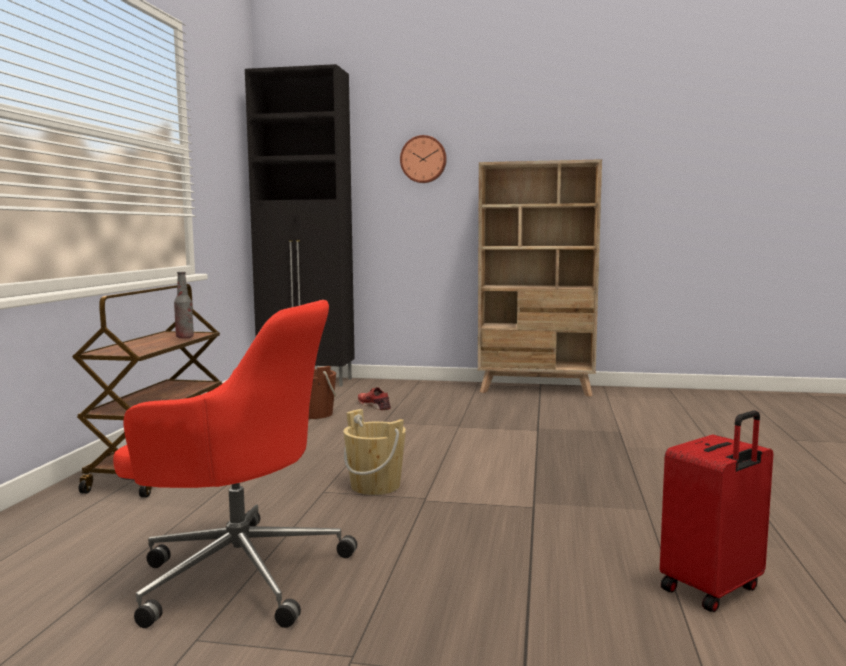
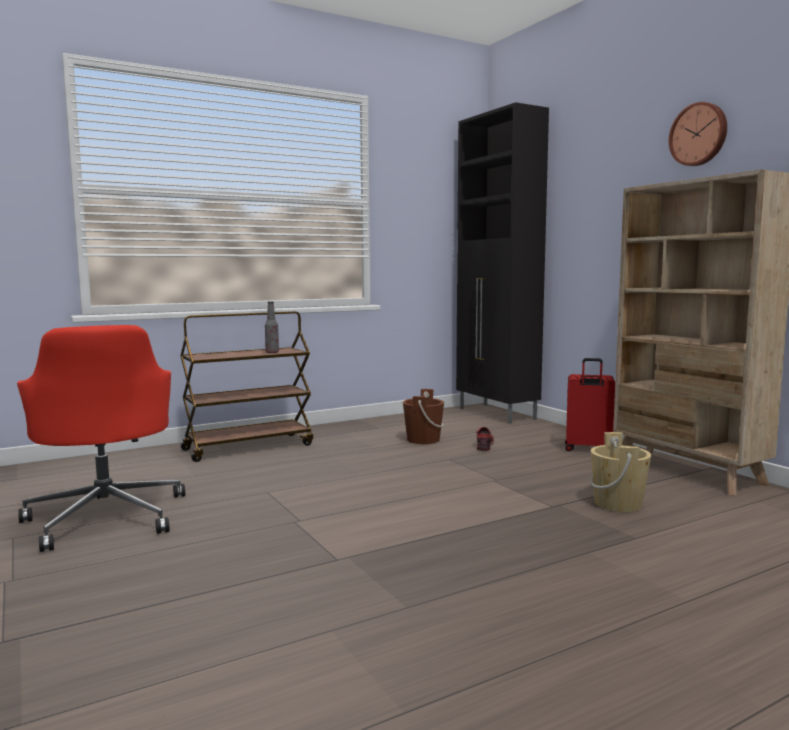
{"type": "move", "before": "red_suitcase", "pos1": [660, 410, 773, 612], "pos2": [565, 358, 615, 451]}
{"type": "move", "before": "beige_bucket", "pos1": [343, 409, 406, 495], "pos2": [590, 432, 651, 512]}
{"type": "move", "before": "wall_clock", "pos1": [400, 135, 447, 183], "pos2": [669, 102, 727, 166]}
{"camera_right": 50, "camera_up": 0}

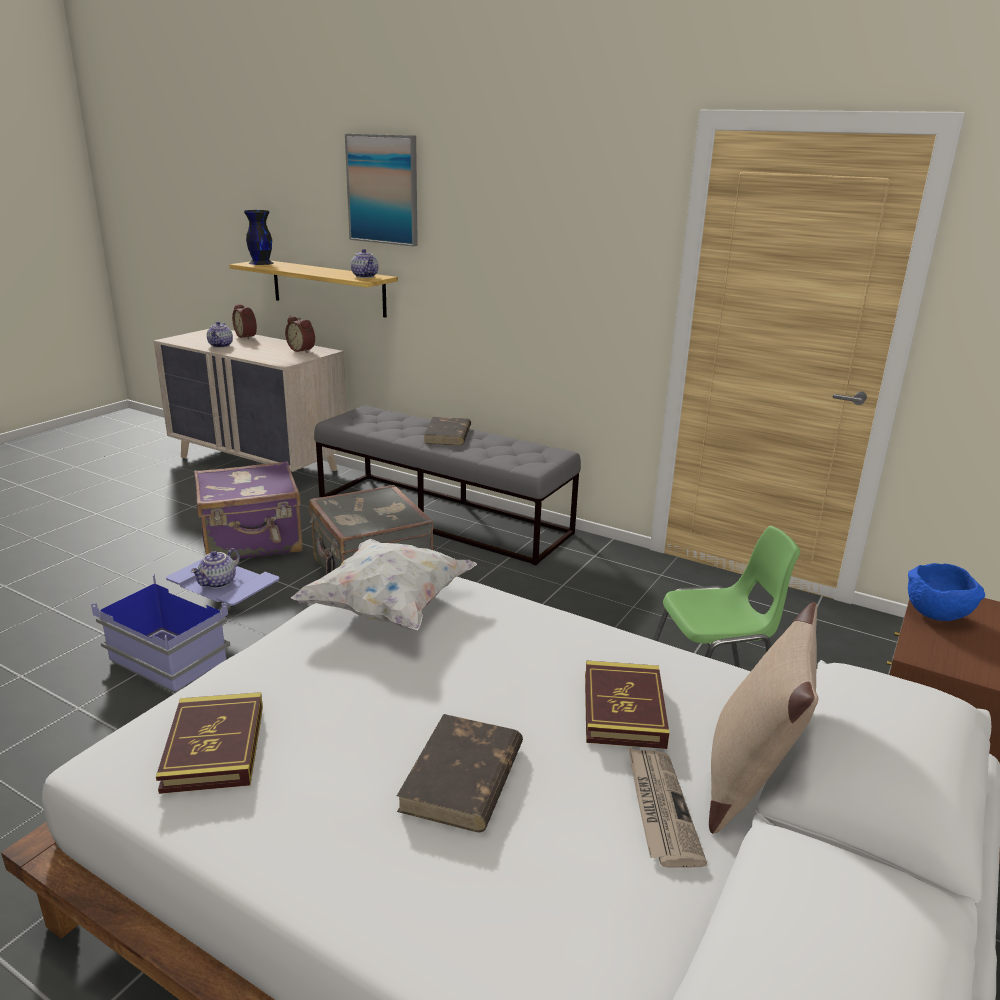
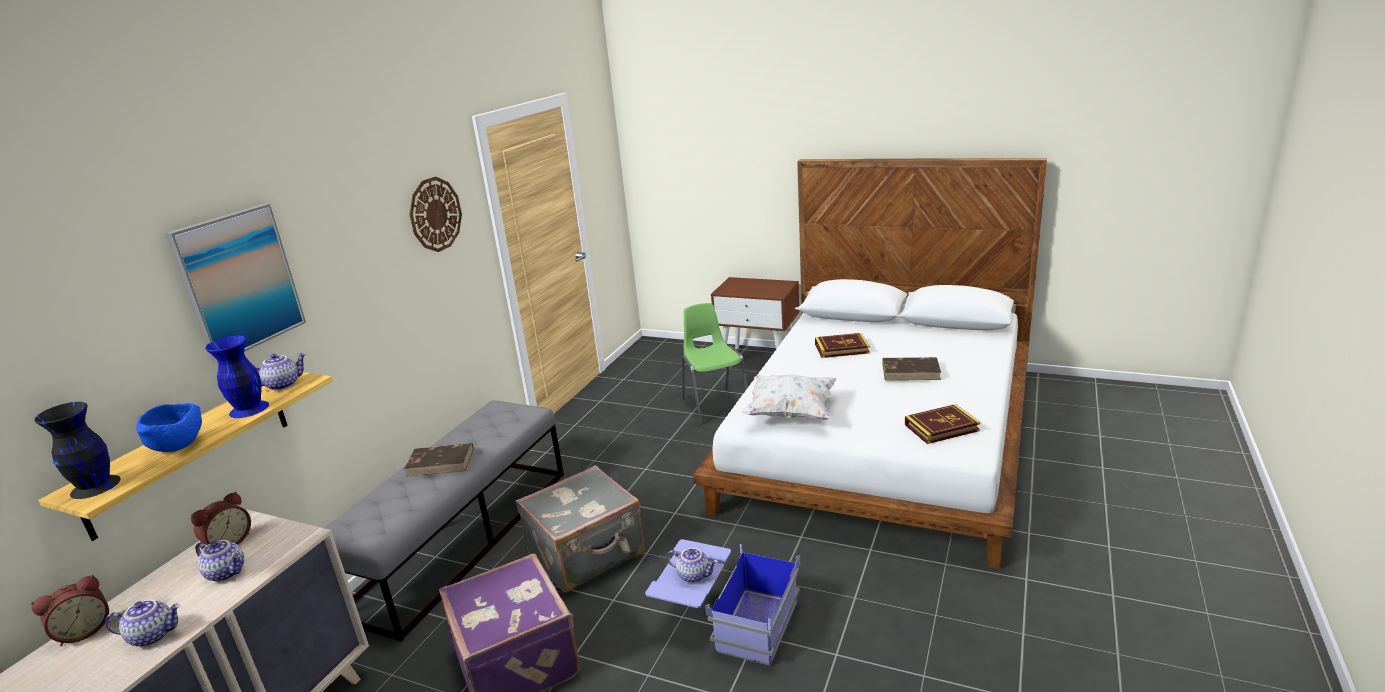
{"type": "move", "before": "blue_bowl", "pos1": [908, 563, 985, 621], "pos2": [136, 403, 202, 452]}
{"type": "insert", "after": "teapot", "pos2": [195, 540, 244, 582]}
{"type": "insert", "after": "blue_vase", "pos2": [205, 336, 269, 418]}
{"type": "insert", "after": "wall_clock", "pos2": [409, 177, 462, 252]}
{"type": "delete", "before": "newspaper", "pos1": [628, 747, 707, 868]}
{"type": "delete", "before": "beige_pillow", "pos1": [709, 602, 819, 834]}
{"camera_right": -95, "camera_up": 0}

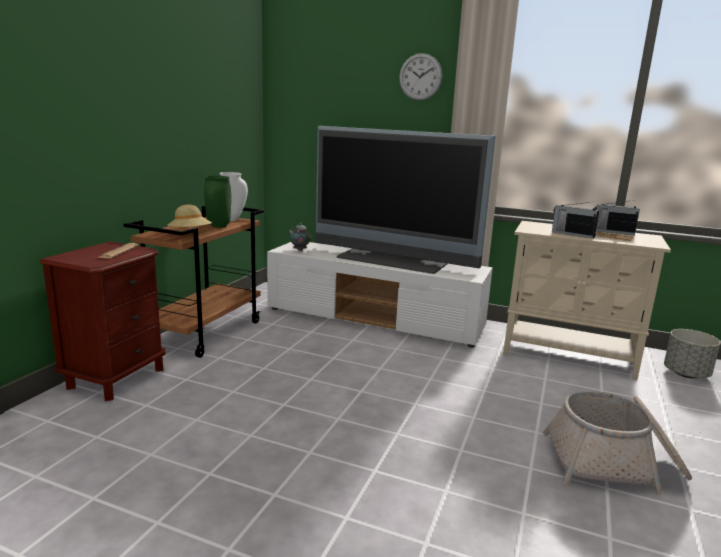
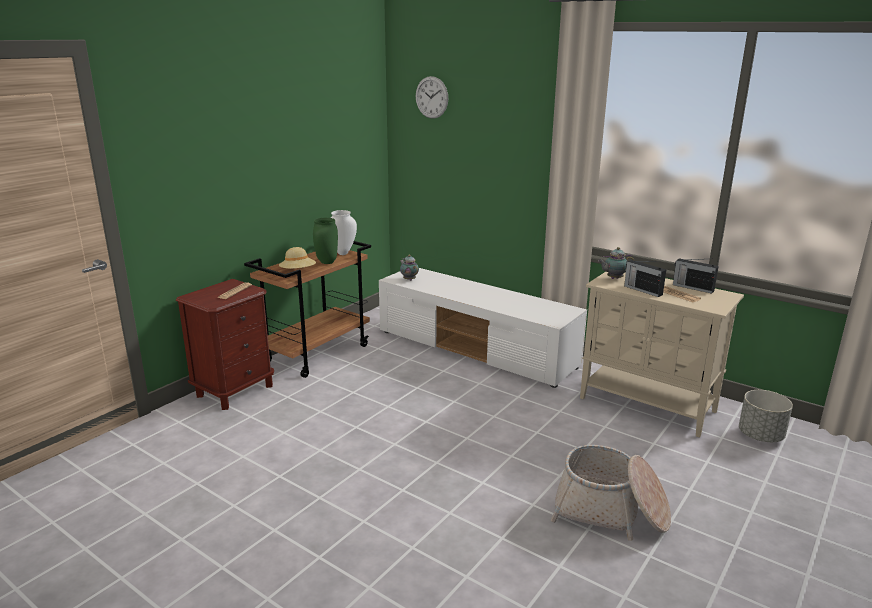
{"type": "move", "before": "wall_clock", "pos1": [399, 53, 442, 100], "pos2": [416, 76, 448, 119]}
{"type": "insert", "after": "teapot", "pos2": [598, 247, 634, 279]}
{"type": "delete", "before": "television", "pos1": [316, 126, 496, 274]}
{"camera_right": 15, "camera_up": 5}

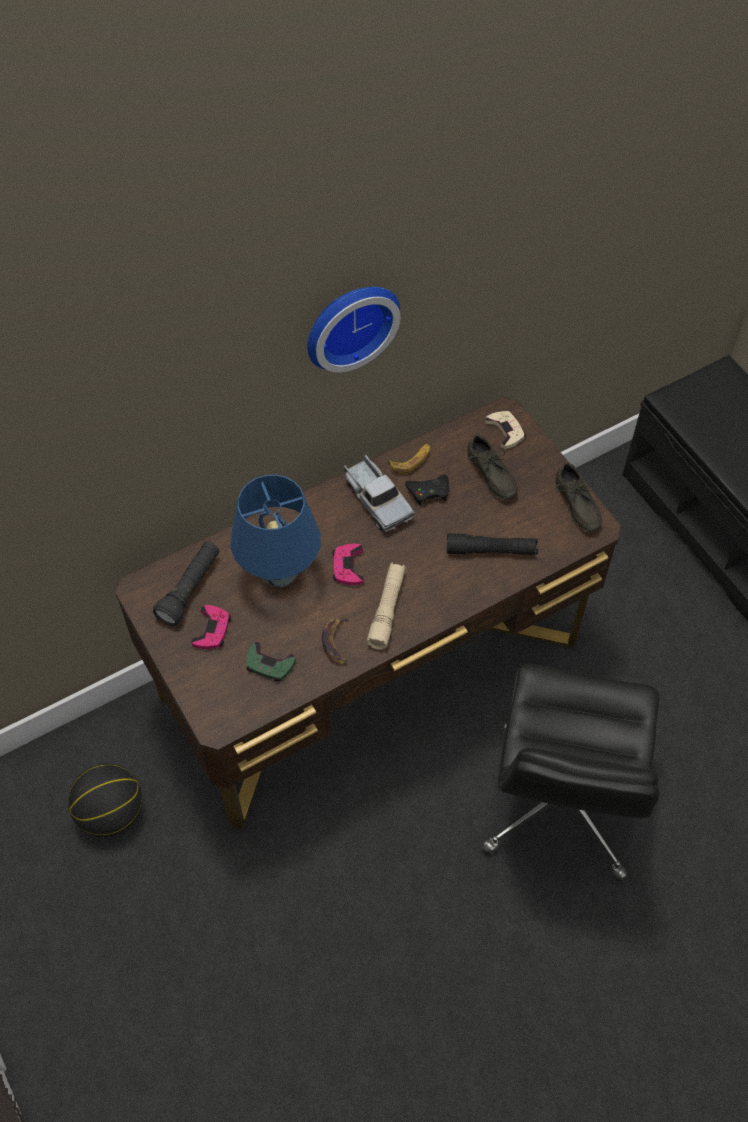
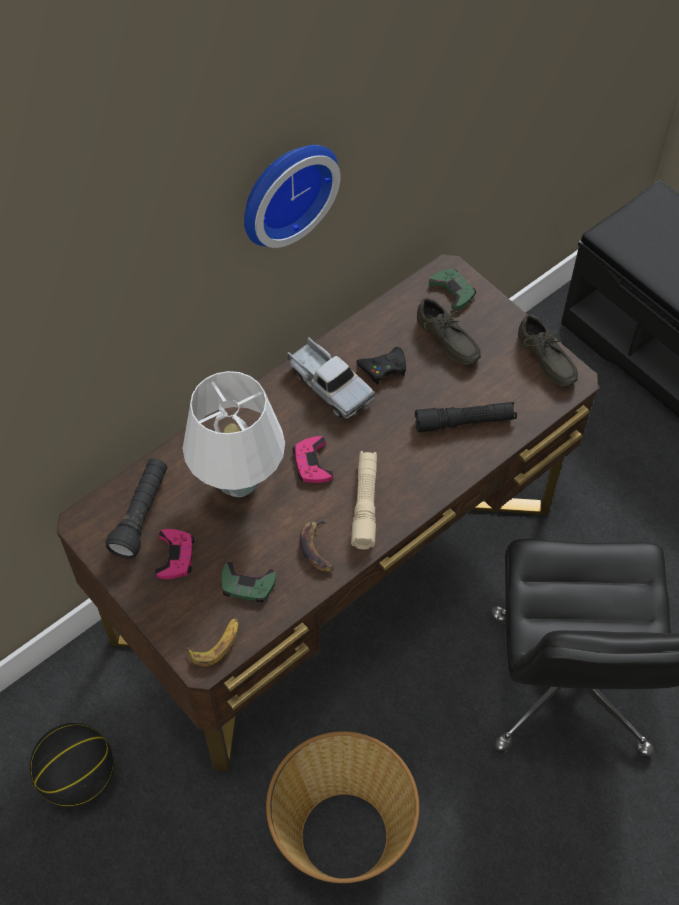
{"type": "recolor", "before": "blue_table_lamp", "after": "white_table_lamp", "pos1": [231, 475, 321, 587], "pos2": [183, 371, 285, 497]}
{"type": "move", "before": "banana", "pos1": [388, 444, 430, 474], "pos2": [187, 618, 238, 666]}
{"type": "insert", "after": "basket", "pos2": [266, 731, 419, 883]}
{"type": "recolor", "before": "beige_game_controller", "after": "green_game_controller", "pos1": [485, 411, 526, 449], "pos2": [429, 269, 476, 310]}
{"camera_right": -10, "camera_up": 0}

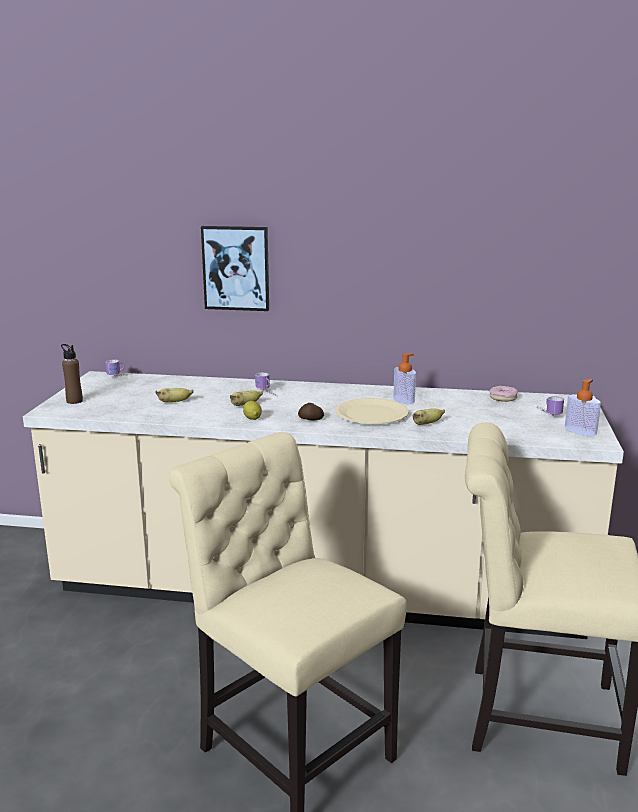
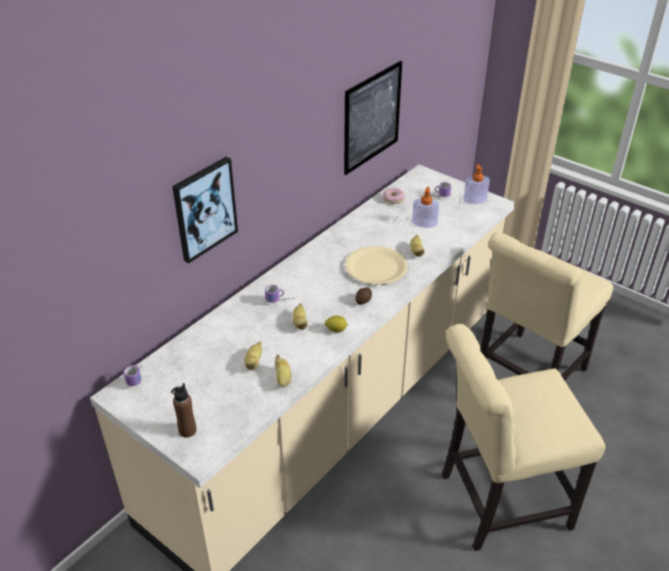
{"type": "insert", "after": "banana", "pos2": [275, 355, 291, 387]}
{"type": "insert", "after": "picture", "pos2": [344, 61, 402, 175]}
{"type": "move", "before": "soap_dispenser", "pos1": [393, 353, 416, 404], "pos2": [412, 187, 439, 228]}
{"camera_right": -60, "camera_up": 20}

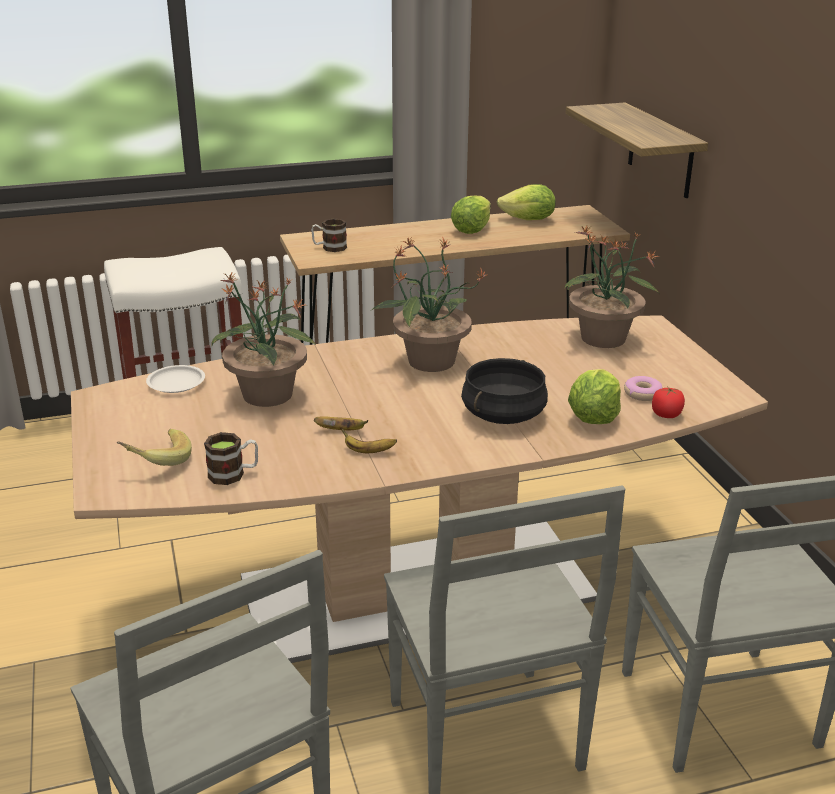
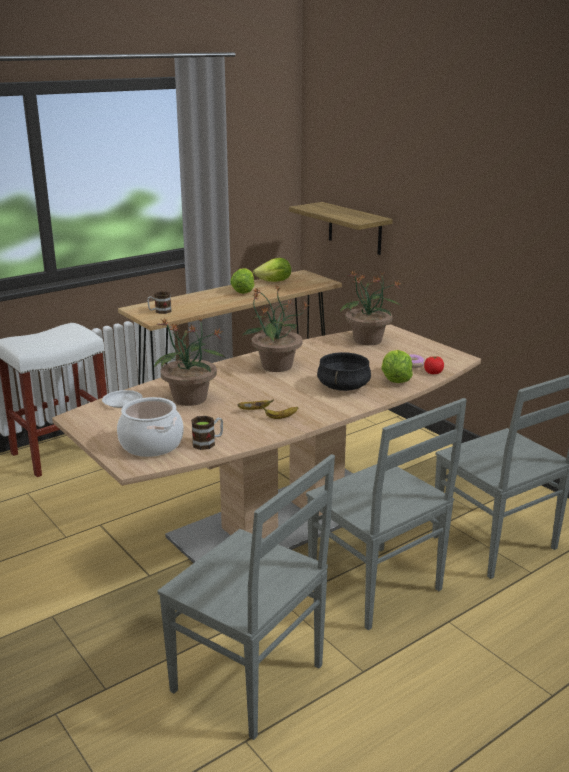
{"type": "replace", "before": "banana", "after": "cooking_pot", "pos1": [116, 429, 192, 466], "pos2": [117, 397, 184, 457]}
{"camera_right": -20, "camera_up": -5}

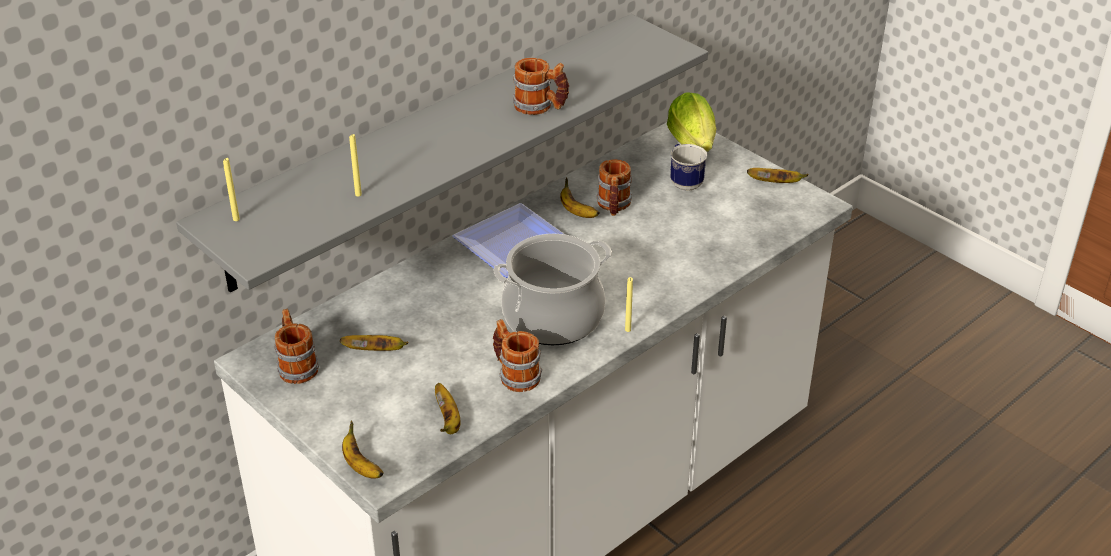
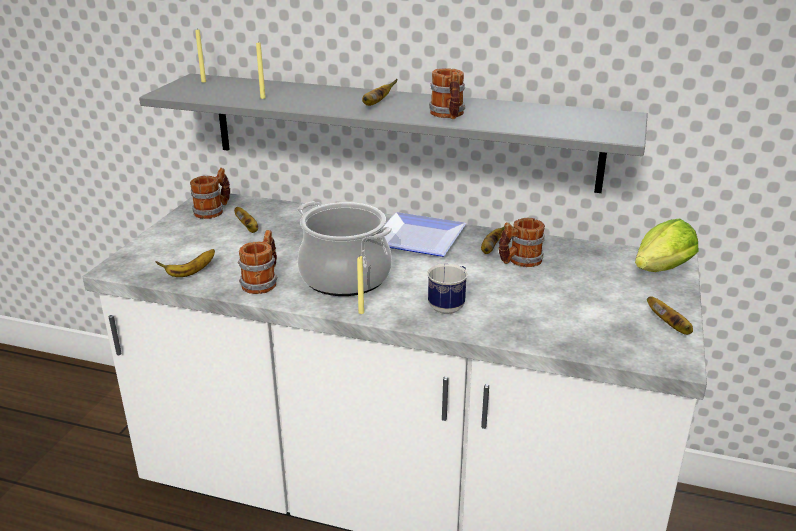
{"type": "move", "before": "banana", "pos1": [342, 420, 384, 479], "pos2": [362, 79, 397, 106]}
{"type": "move", "before": "mug", "pos1": [670, 144, 707, 191], "pos2": [427, 264, 468, 315]}
{"camera_right": 60, "camera_up": -10}

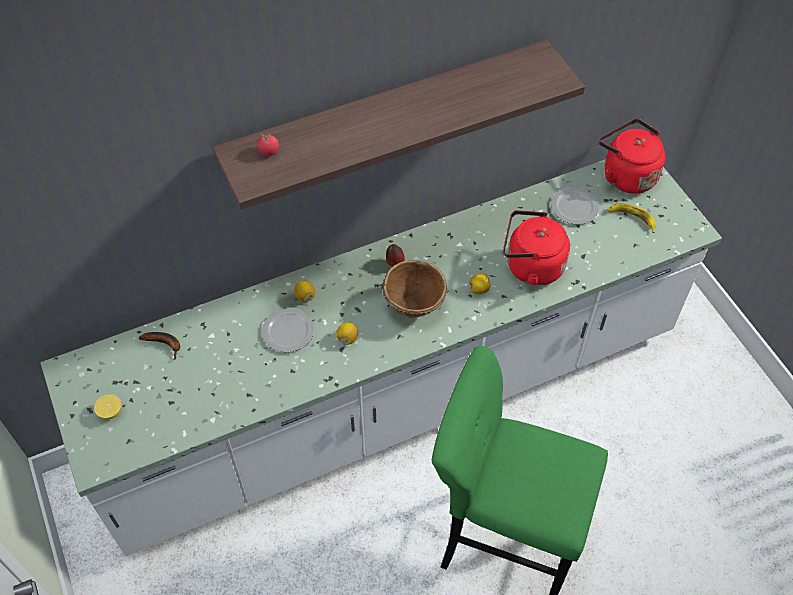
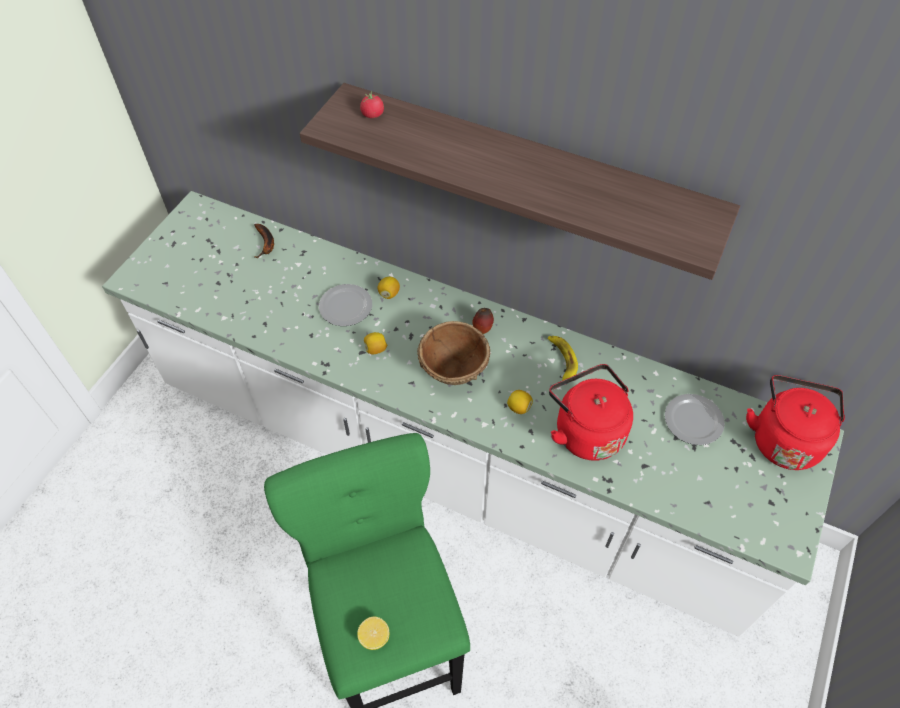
{"type": "move", "before": "lemon", "pos1": [94, 394, 122, 419], "pos2": [357, 617, 389, 650]}
{"type": "move", "before": "banana", "pos1": [607, 203, 656, 233], "pos2": [548, 336, 578, 381]}
{"camera_right": 50, "camera_up": 0}

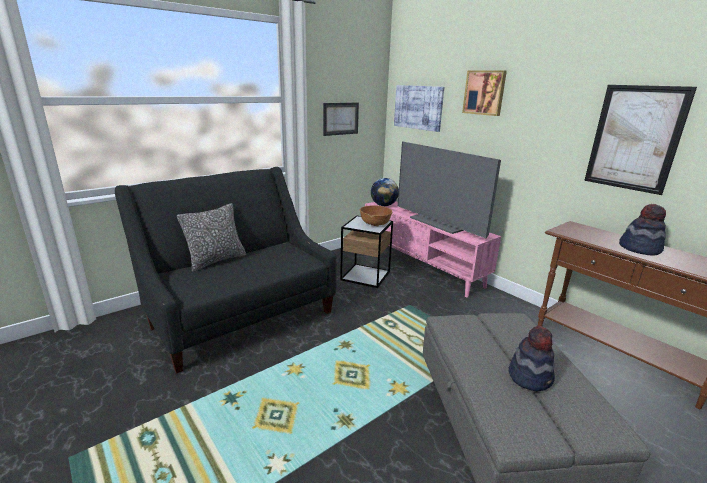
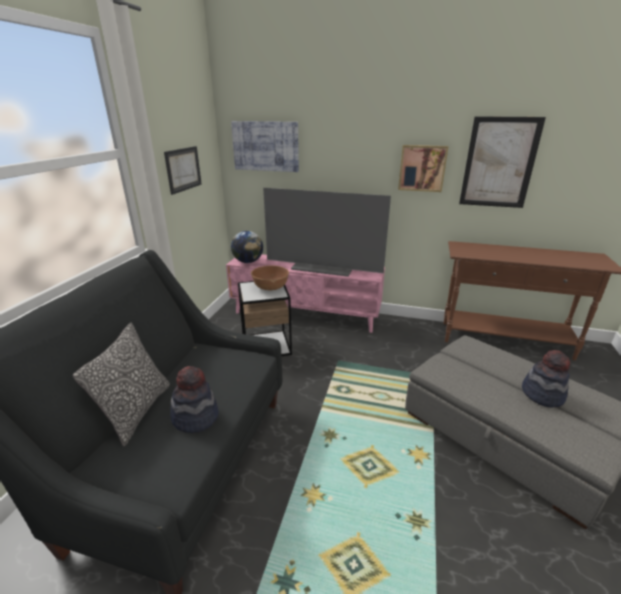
{"type": "move", "before": "hat", "pos1": [619, 204, 666, 255], "pos2": [170, 366, 219, 433]}
{"type": "move", "before": "picture", "pos1": [462, 70, 507, 116], "pos2": [398, 145, 448, 192]}
{"camera_right": -35, "camera_up": 5}

